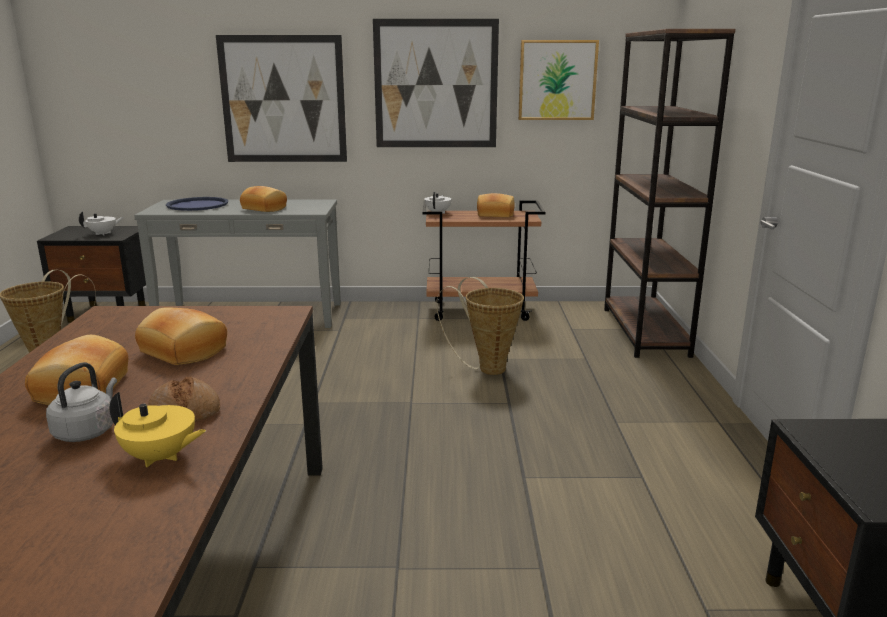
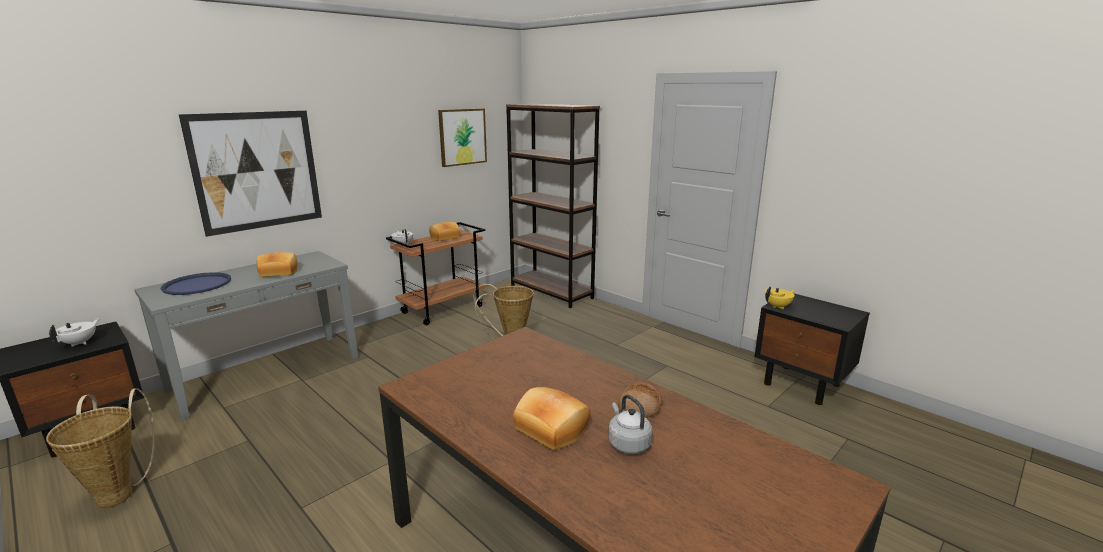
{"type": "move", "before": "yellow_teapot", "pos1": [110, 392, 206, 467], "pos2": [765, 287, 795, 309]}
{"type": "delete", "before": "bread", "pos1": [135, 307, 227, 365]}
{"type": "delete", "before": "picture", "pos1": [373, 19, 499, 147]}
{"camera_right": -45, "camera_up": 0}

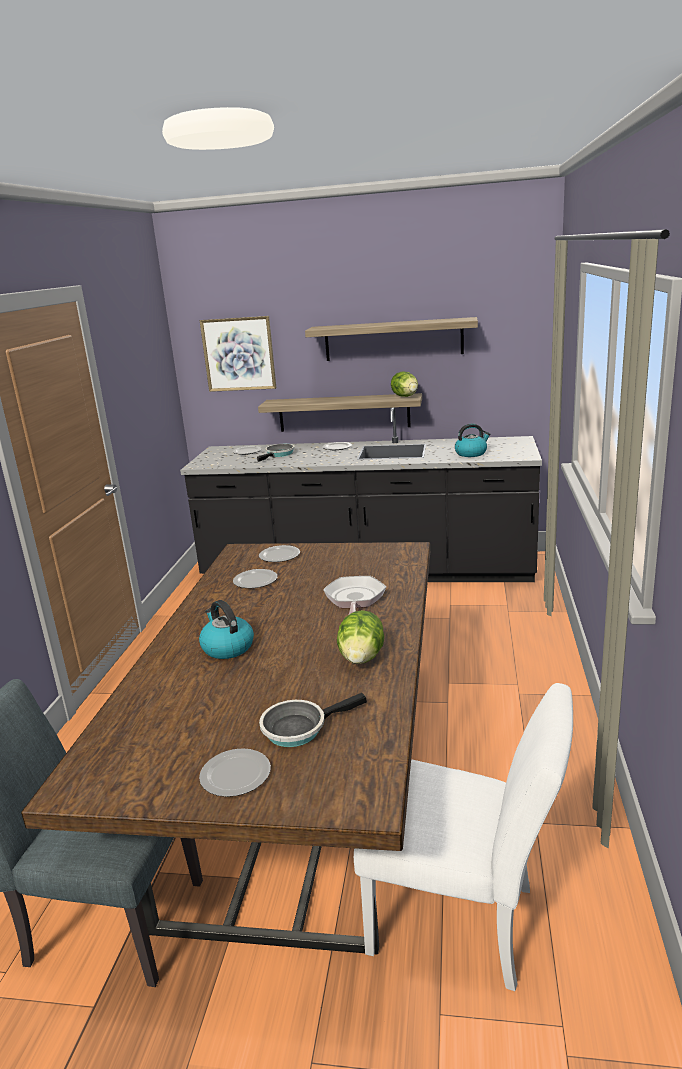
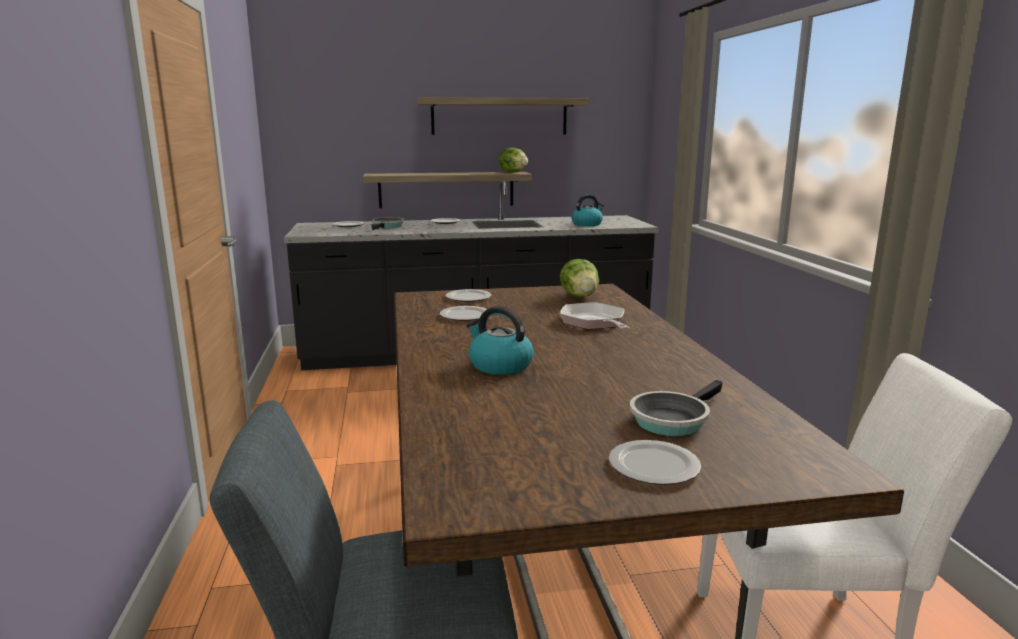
{"type": "move", "before": "lettuce", "pos1": [337, 610, 384, 664], "pos2": [560, 259, 599, 298]}
{"type": "delete", "before": "picture", "pos1": [200, 316, 276, 392]}
{"camera_right": -20, "camera_up": -5}

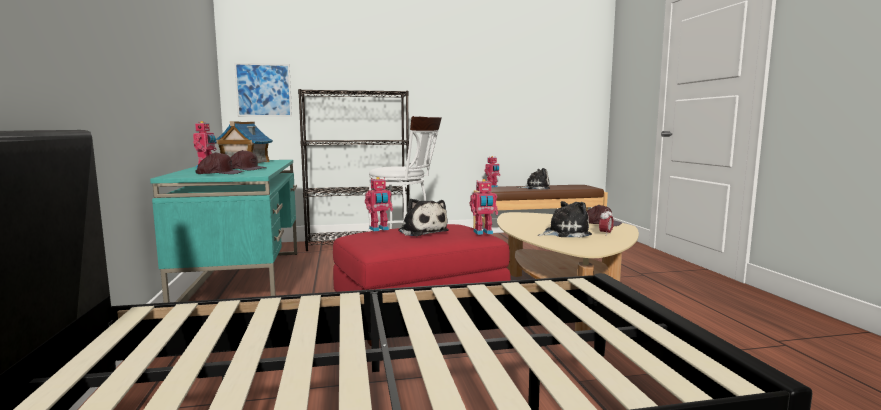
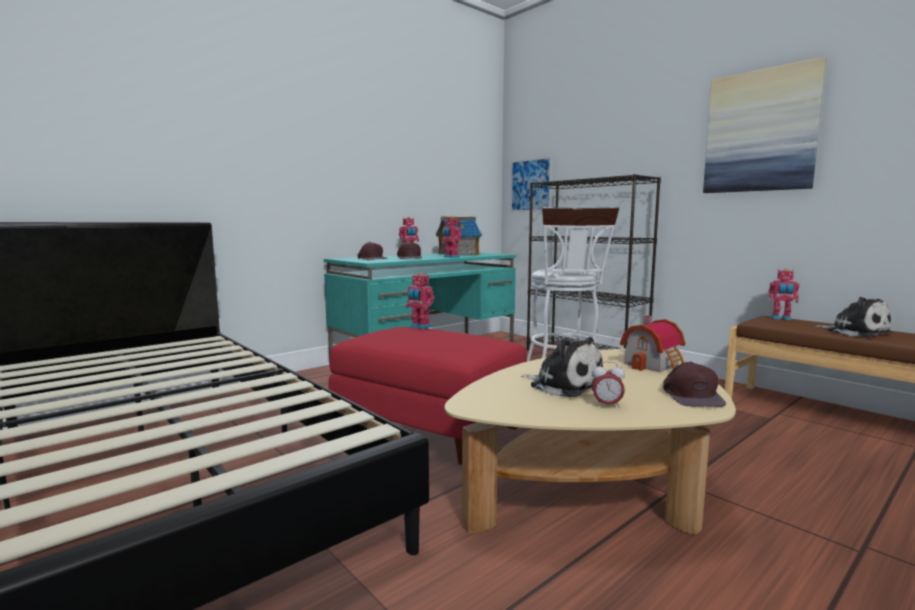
{"type": "move", "before": "toy_robot", "pos1": [470, 179, 498, 235], "pos2": [441, 216, 461, 258]}
{"type": "insert", "after": "toy_house", "pos2": [620, 315, 685, 372]}
{"type": "insert", "after": "picture", "pos2": [703, 57, 827, 193]}
{"type": "delete", "before": "plush_toy", "pos1": [398, 199, 449, 236]}
{"camera_right": 60, "camera_up": 0}

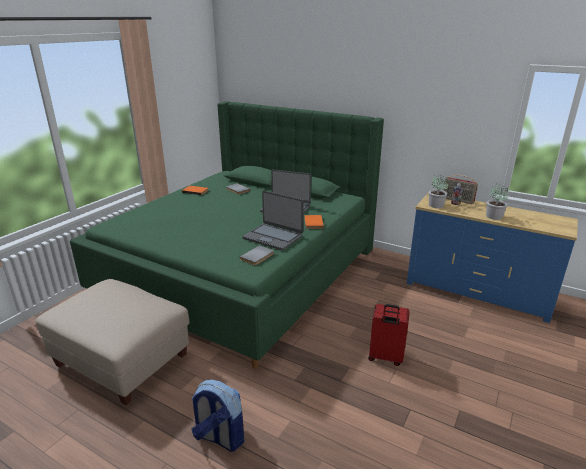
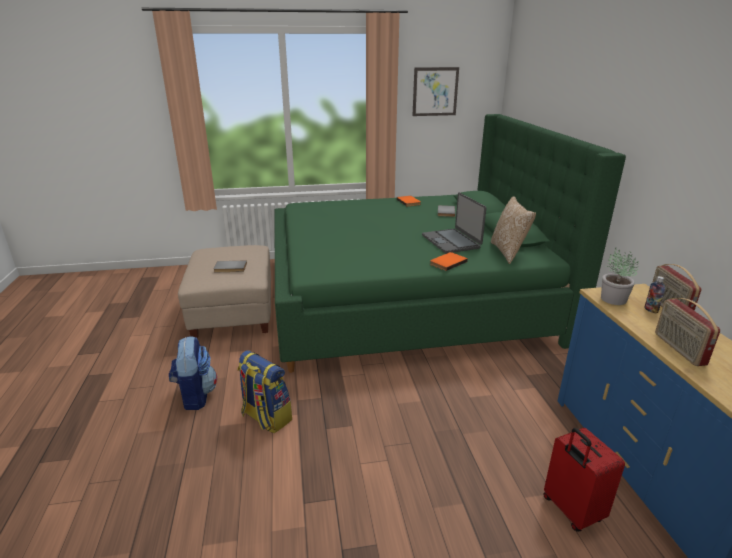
{"type": "move", "before": "grey_book", "pos1": [240, 245, 274, 265], "pos2": [213, 260, 247, 272]}
{"type": "insert", "after": "backpack", "pos2": [237, 350, 292, 433]}
{"type": "insert", "after": "picture", "pos2": [413, 67, 459, 116]}
{"type": "insert", "after": "pillow", "pos2": [491, 196, 536, 264]}
{"type": "move", "before": "red_suitcase", "pos1": [368, 304, 410, 366], "pos2": [543, 428, 625, 532]}
{"type": "replace", "before": "potted_plant", "after": "radio", "pos1": [486, 184, 509, 220], "pos2": [655, 298, 720, 366]}
{"type": "delete", "before": "laptop", "pos1": [242, 191, 303, 251]}
{"camera_right": 50, "camera_up": 0}

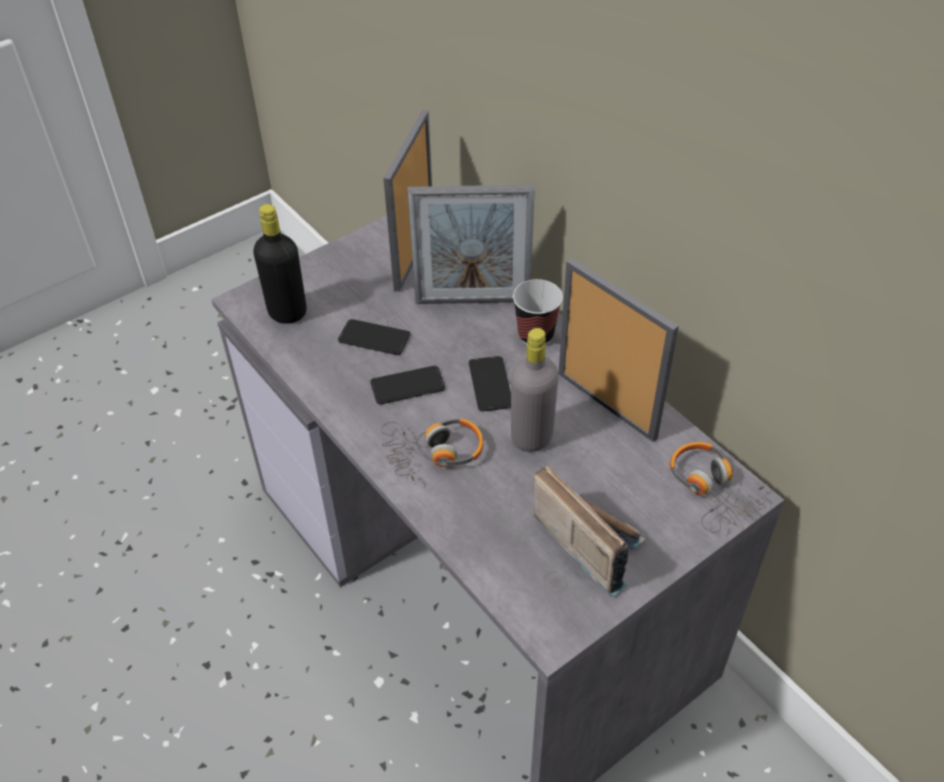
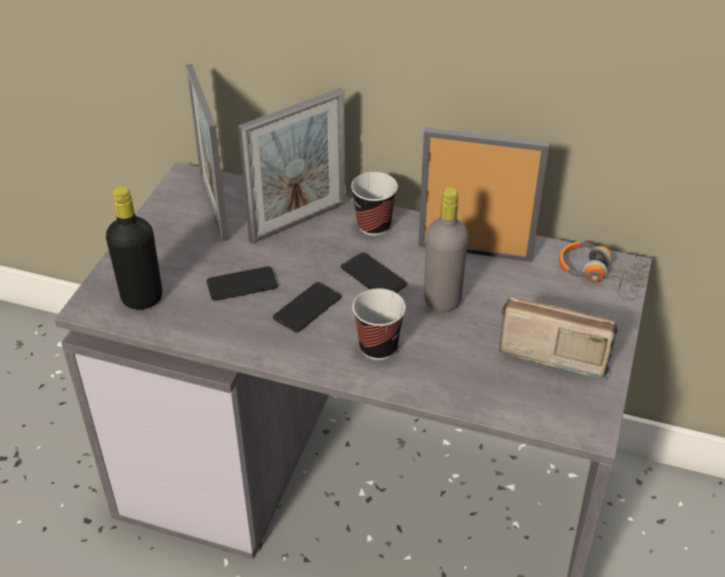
{"type": "replace", "before": "headphones", "after": "cup", "pos1": [381, 418, 484, 485], "pos2": [353, 288, 406, 360]}
{"camera_right": -35, "camera_up": -5}

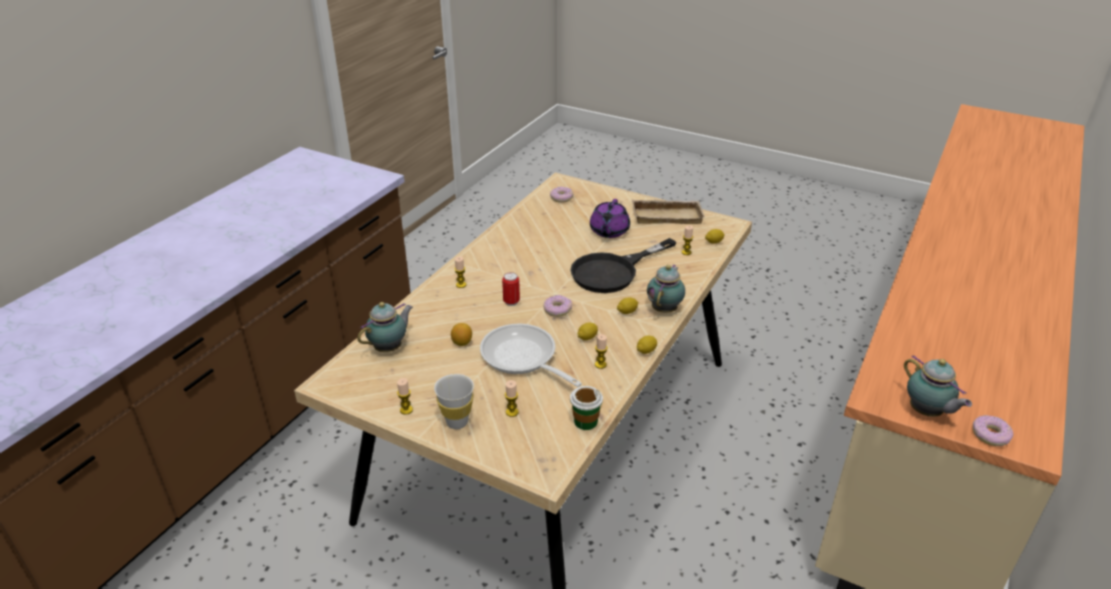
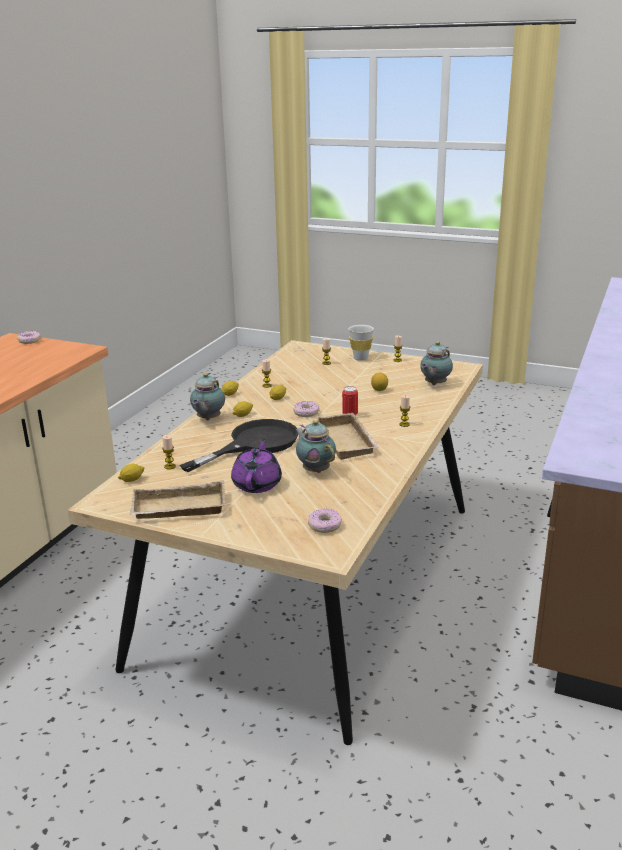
{"type": "move", "before": "teapot", "pos1": [904, 355, 972, 417], "pos2": [295, 420, 336, 473]}
{"type": "insert", "after": "beige_tray", "pos2": [316, 413, 379, 460]}
{"type": "delete", "before": "frying_pan", "pos1": [480, 324, 582, 387]}
{"type": "delete", "before": "cup", "pos1": [570, 386, 603, 430]}
{"camera_right": 175, "camera_up": -10}

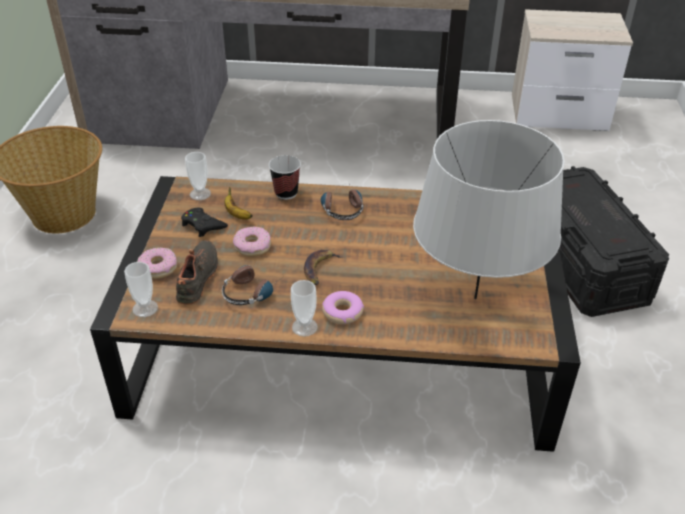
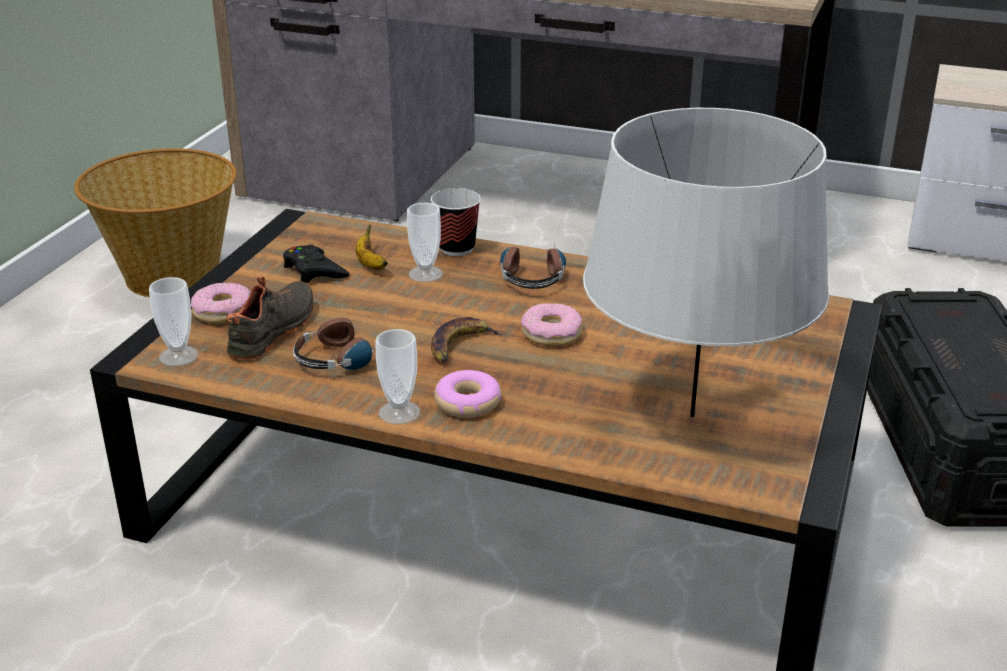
{"type": "move", "before": "cup", "pos1": [185, 152, 211, 200], "pos2": [407, 203, 443, 282]}
{"type": "move", "before": "donut", "pos1": [233, 227, 271, 256], "pos2": [521, 303, 582, 346]}
{"camera_right": 15, "camera_up": -10}

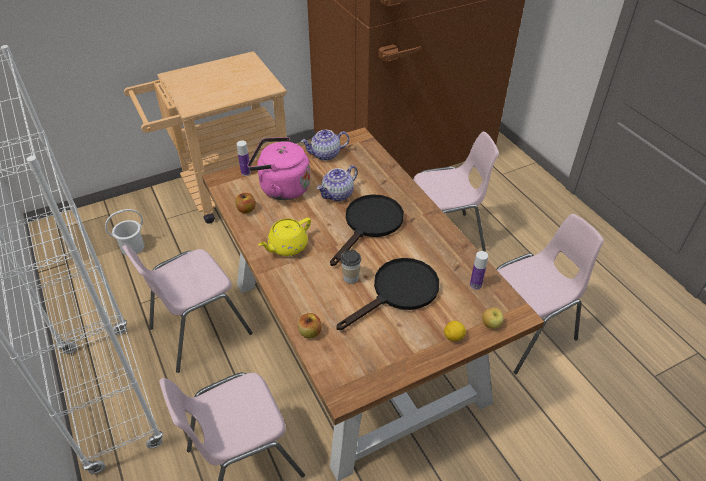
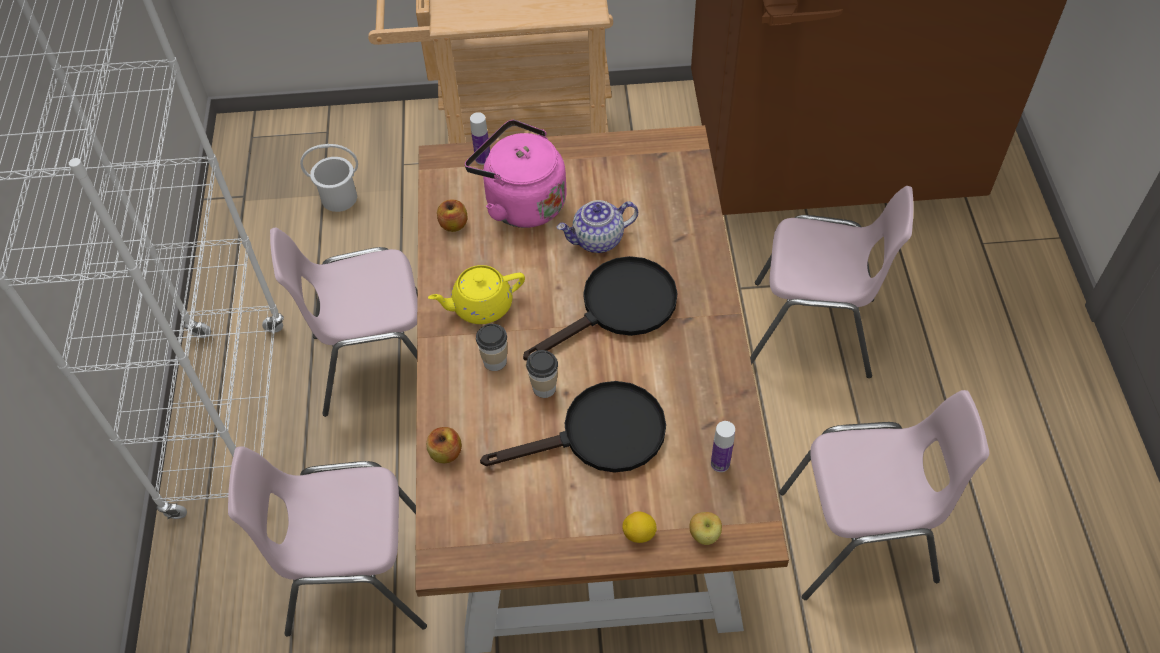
{"type": "insert", "after": "cup", "pos2": [476, 324, 507, 371]}
{"type": "delete", "before": "teapot", "pos1": [301, 130, 349, 161]}
{"camera_right": 25, "camera_up": 10}

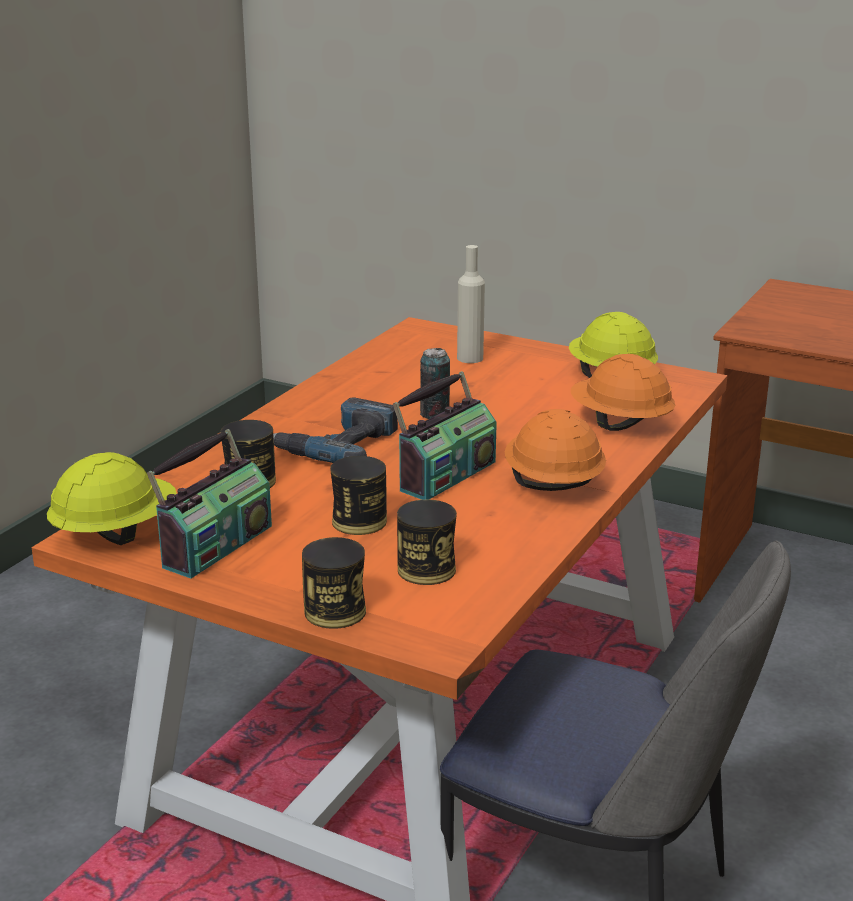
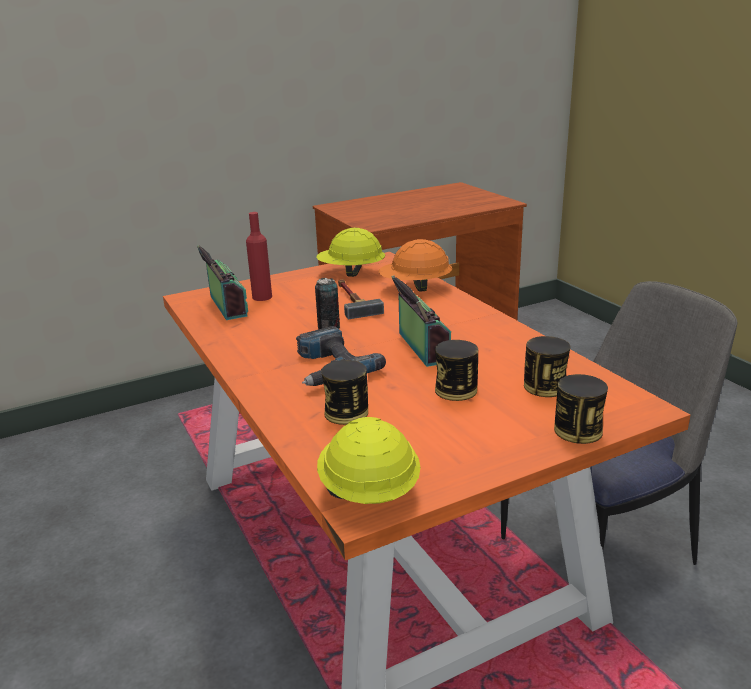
{"type": "move", "before": "radio", "pos1": [147, 429, 272, 579], "pos2": [197, 245, 248, 320]}
{"type": "recolor", "before": "beige_bottle", "after": "red_bottle", "pos1": [457, 245, 485, 363], "pos2": [246, 212, 272, 301]}
{"type": "insert", "after": "hammer", "pos2": [338, 279, 384, 319]}
{"type": "delete", "before": "orange_hard_hat", "pos1": [505, 409, 606, 491]}
{"camera_right": -55, "camera_up": 0}

